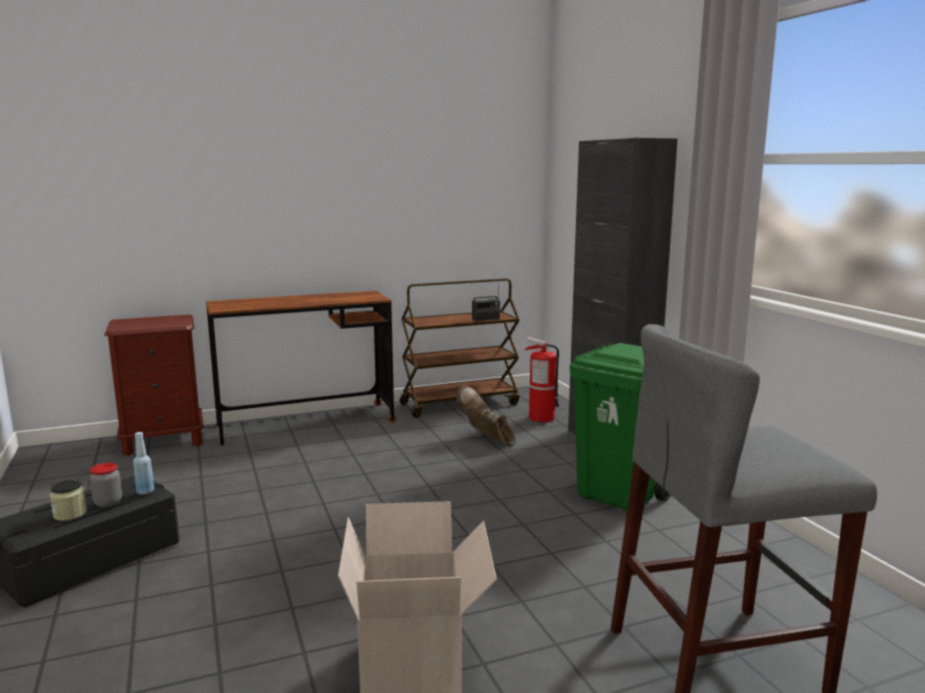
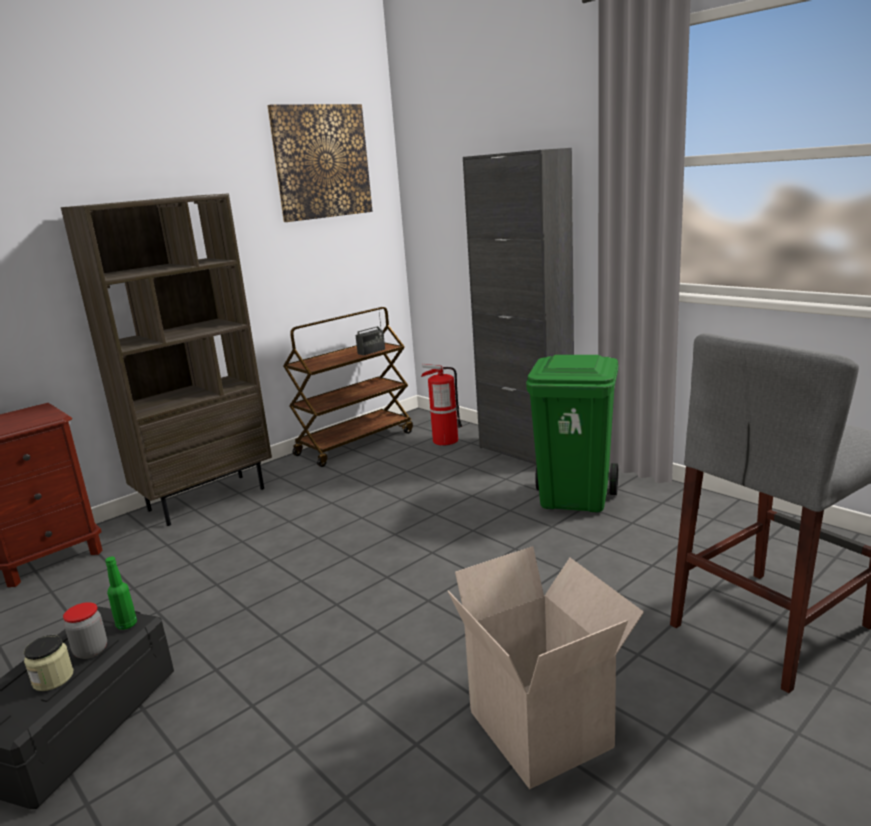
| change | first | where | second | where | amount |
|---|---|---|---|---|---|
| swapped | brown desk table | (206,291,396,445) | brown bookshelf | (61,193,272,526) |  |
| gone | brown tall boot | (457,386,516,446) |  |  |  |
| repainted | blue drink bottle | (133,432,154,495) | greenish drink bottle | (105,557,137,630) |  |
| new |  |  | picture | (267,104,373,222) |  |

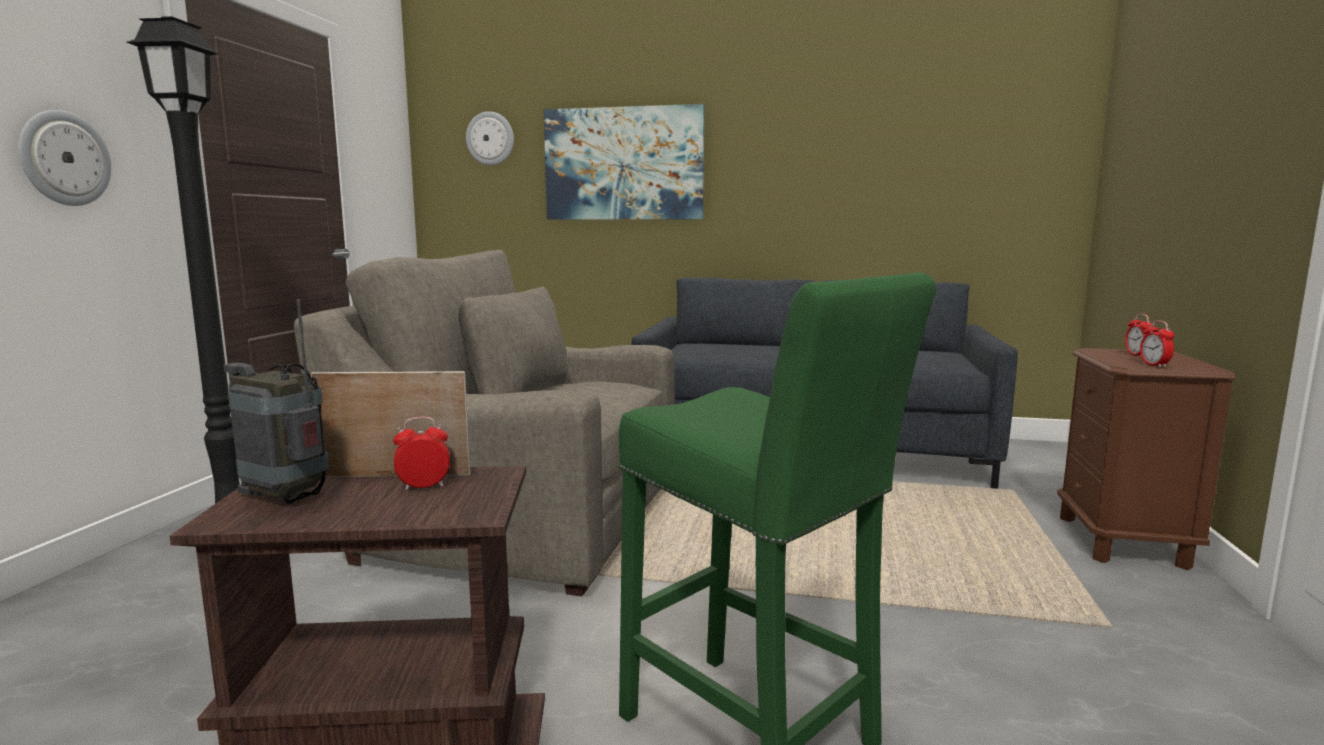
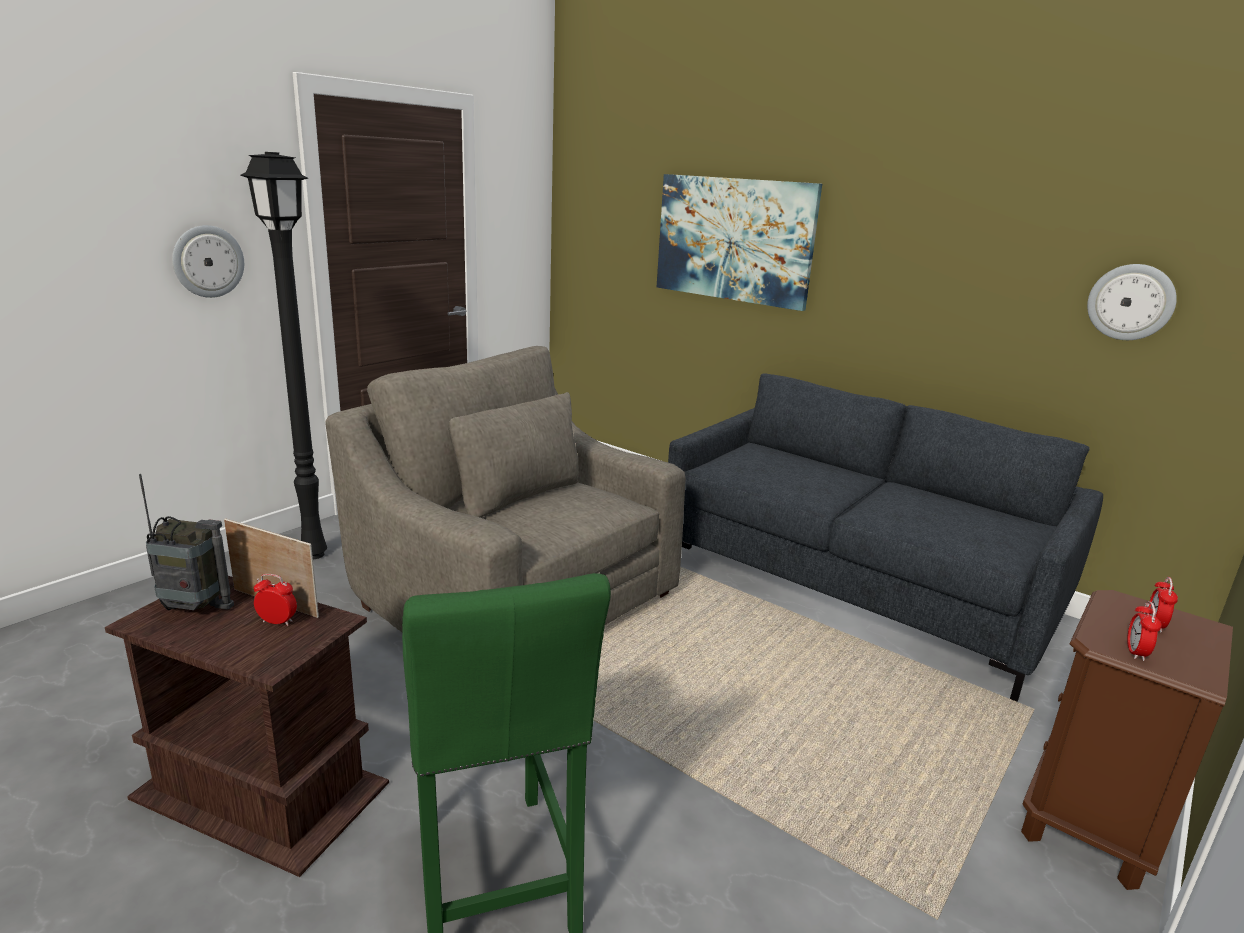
| change | first | where | second | where | amount |
|---|---|---|---|---|---|
| shifted | hanging clock | (466,111,514,165) |  | (1087,264,1177,340) |  |
| rotated | radio set | (223,299,329,504) |  | (139,474,234,610) | 135 degrees clockwise |

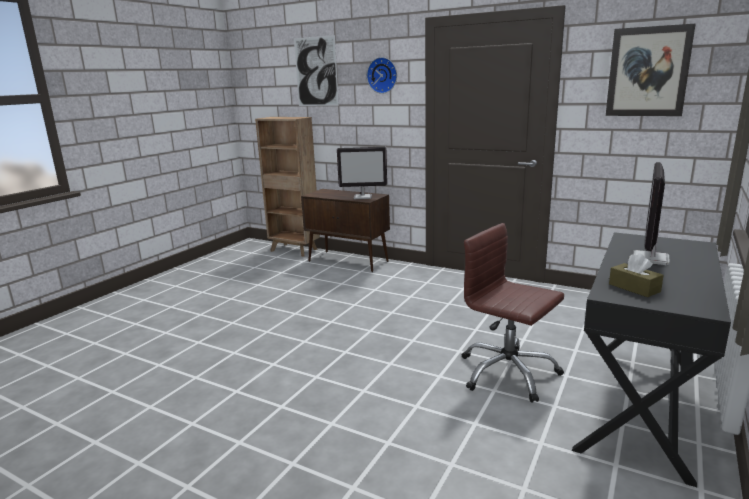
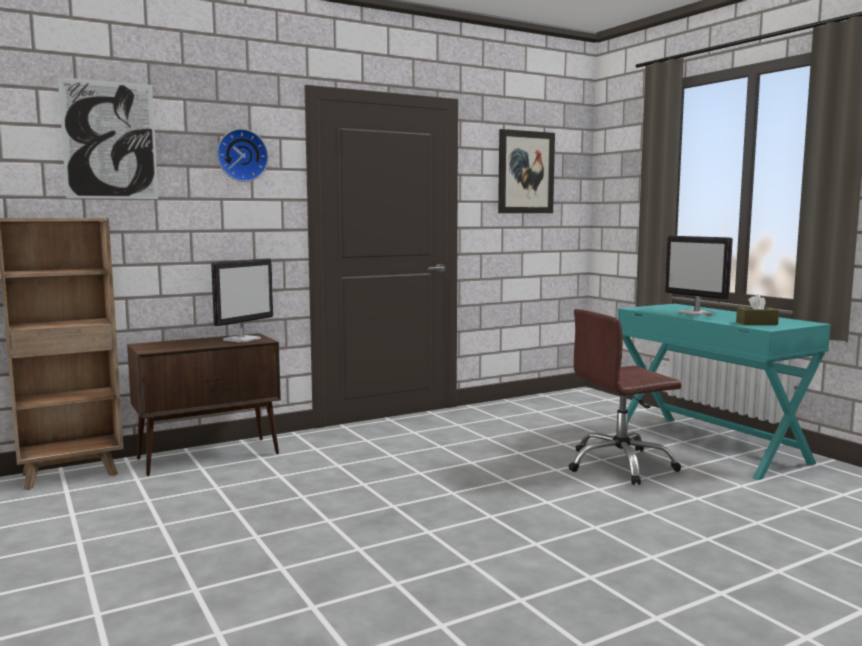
| change | first | where | second | where | amount |
|---|---|---|---|---|---|
| repainted | black desk table | (572,232,731,487) | turquoise desk table | (615,304,831,480) |  |

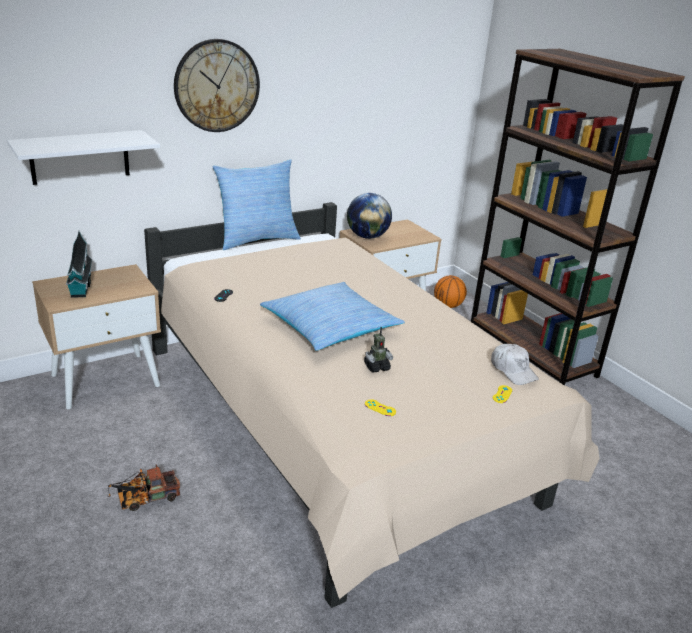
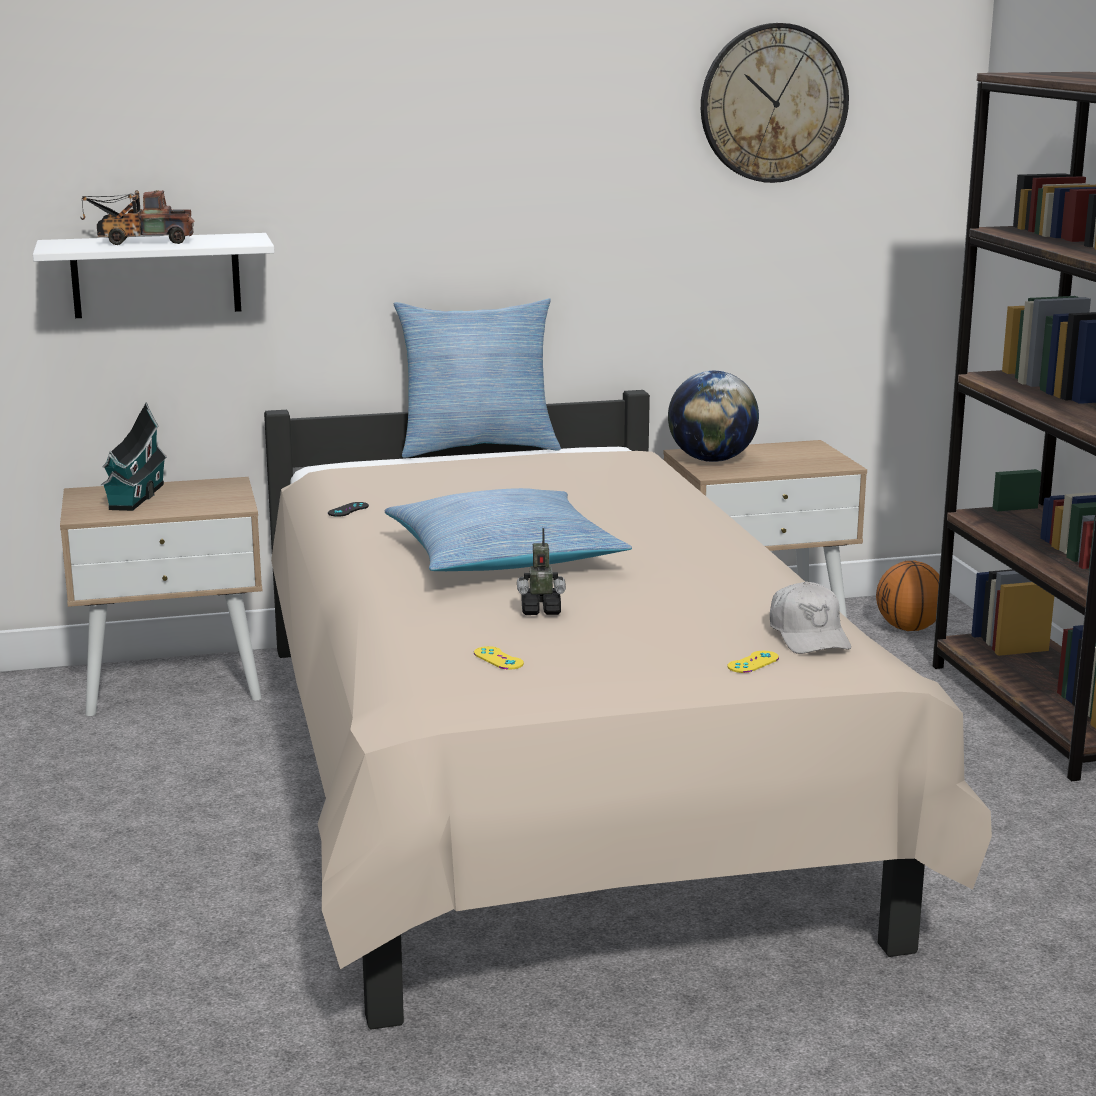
| change | first | where | second | where | amount |
|---|---|---|---|---|---|
| shifted | hanging clock | (174,39,260,132) |  | (701,23,849,183) |  |
| shifted | model truck | (108,465,180,511) |  | (81,190,195,245) |  |

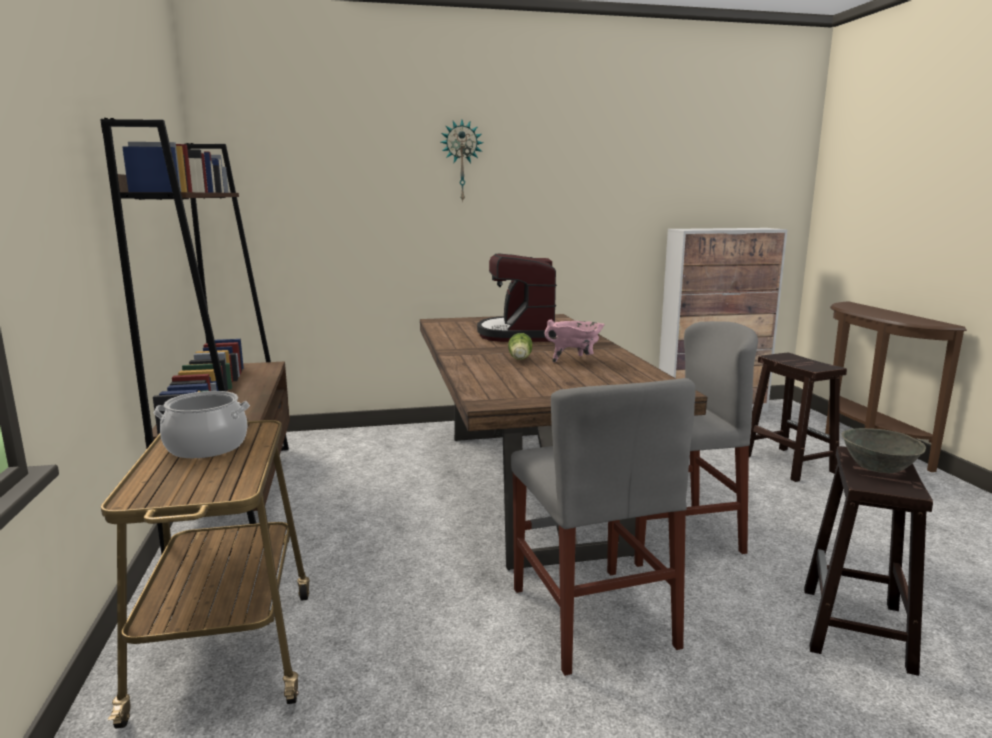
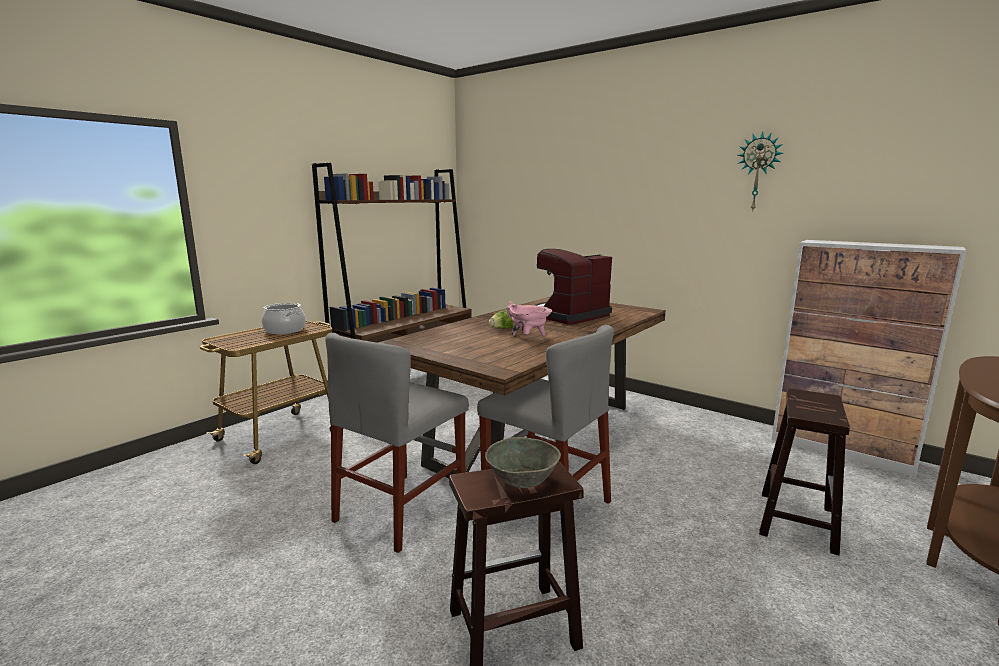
| change | first | where | second | where | amount |
|---|---|---|---|---|---|
| shifted | hanging clock | (441,120,483,203) |  | (738,131,783,210) |  |

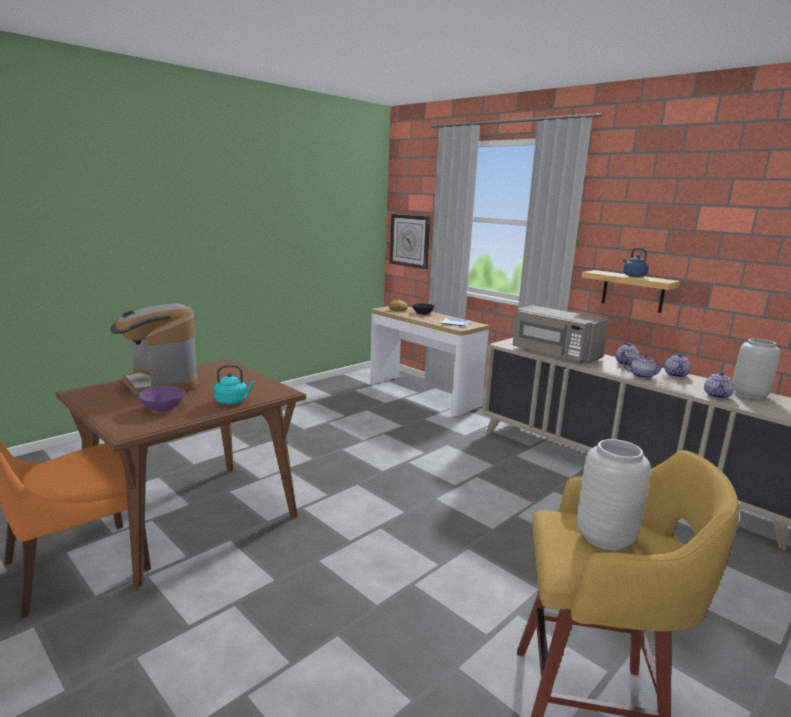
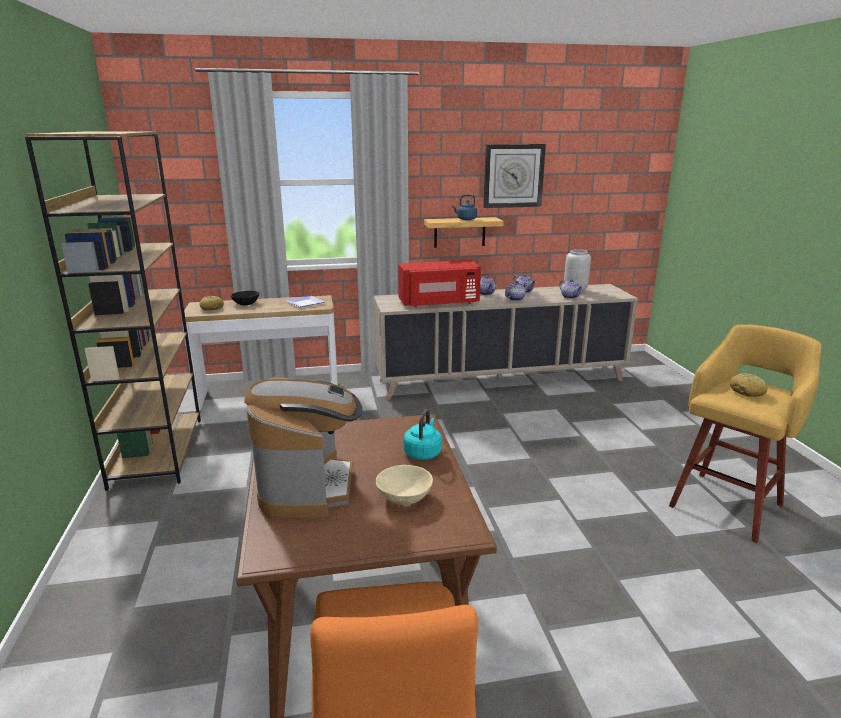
| change | first | where | second | where | amount |
|---|---|---|---|---|---|
| shifted | hanging clock | (390,214,430,269) |  | (483,144,546,208) |  |
| rotated | coffee machine | (110,304,198,395) |  | (244,377,362,518) | 90 degrees counterclockwise |
| repainted | grey kitchen microwave | (513,305,609,364) | red kitchen microwave | (398,260,481,307) |  |
| repainted | purple bowl | (138,386,185,411) | beige bowl | (376,465,433,505) |  |
| swapped | grey decorative vase | (577,439,651,550) | baked bread | (730,373,767,397) |  |
| new |  |  | brown bookshelf | (25,131,201,491) |  |

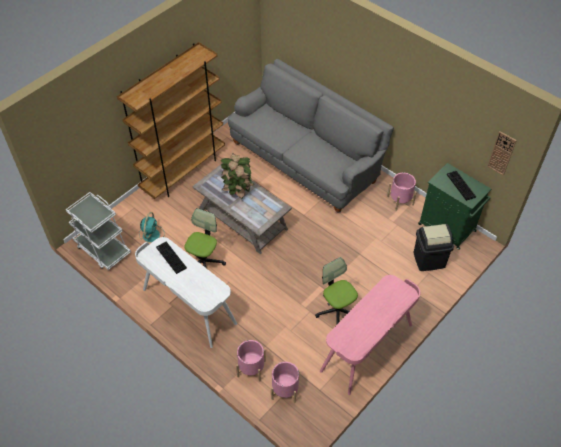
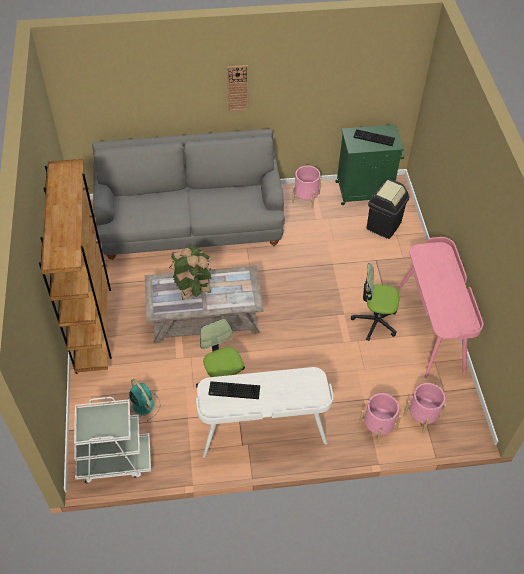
| change | first | where | second | where | amount |
|---|---|---|---|---|---|
| shifted | hanging clock | (487,131,517,176) |  | (227,65,248,111) |  |

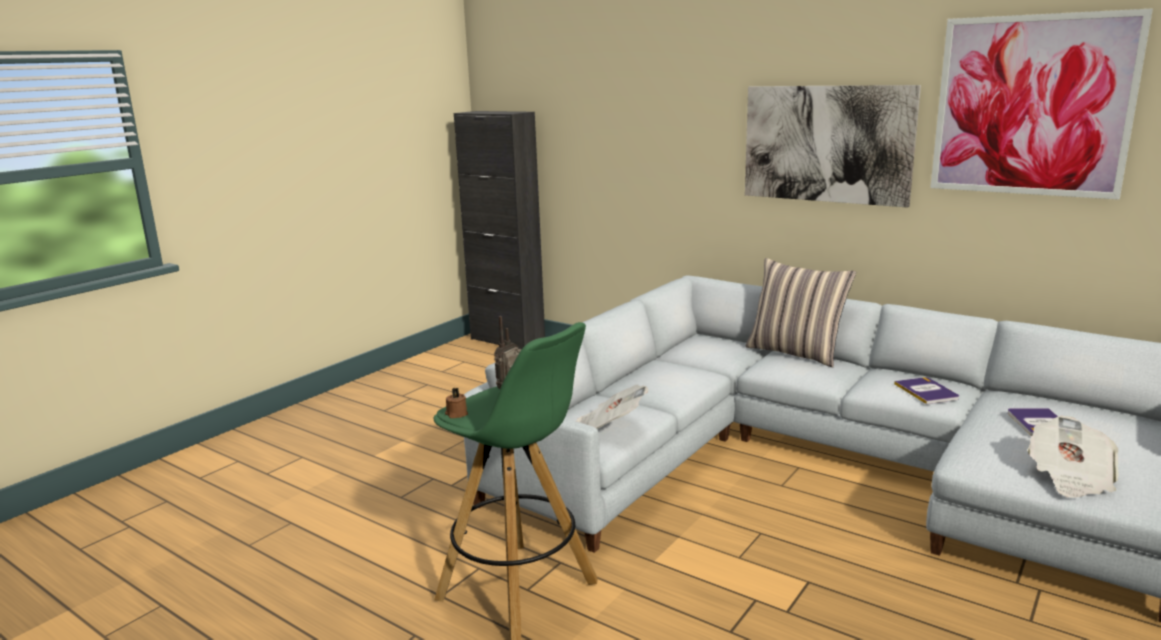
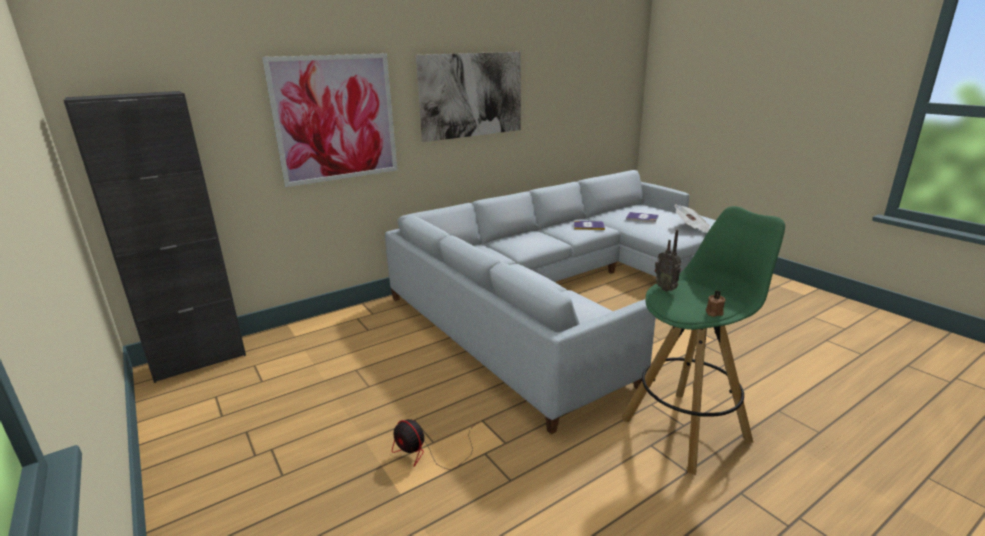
| change | first | where | second | where | amount |
|---|---|---|---|---|---|
| shifted | picture | (930,8,1153,200) |  | (262,53,397,187) |  |
| gone | cushion | (746,258,856,367) |  |  |  |
| gone | printed paper | (576,384,648,429) |  |  |  |
| new |  |  | electric fan | (392,419,477,470) |  |

